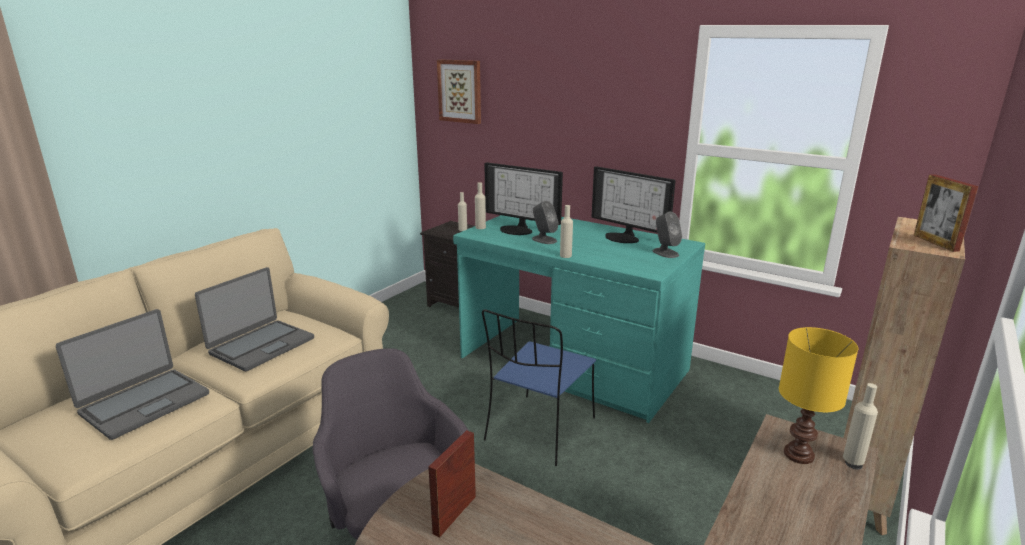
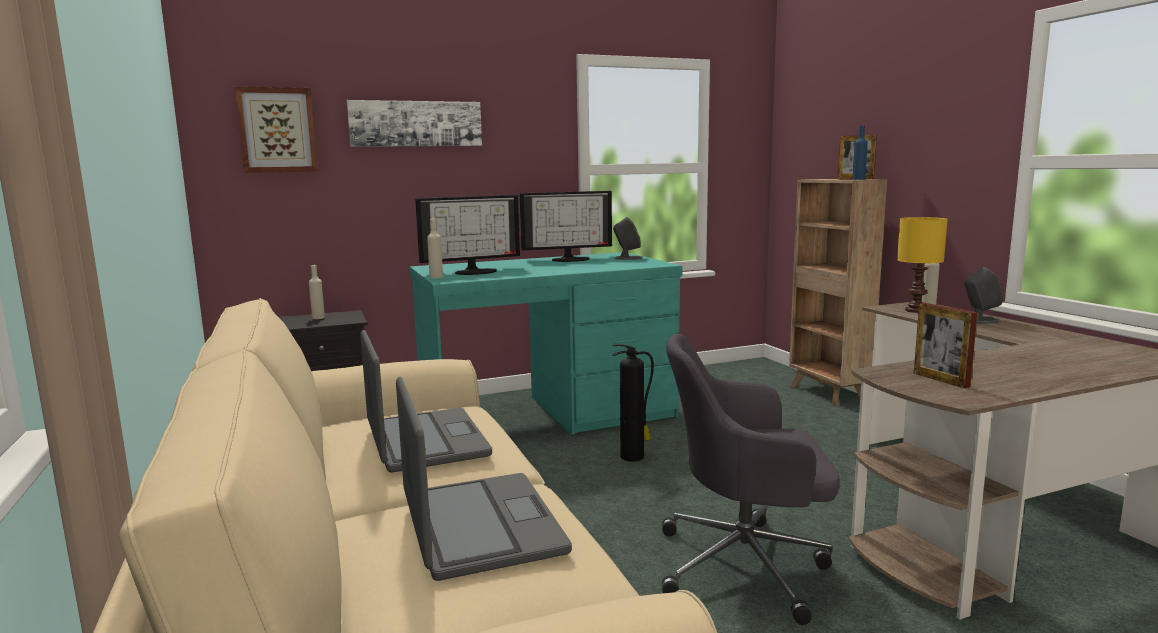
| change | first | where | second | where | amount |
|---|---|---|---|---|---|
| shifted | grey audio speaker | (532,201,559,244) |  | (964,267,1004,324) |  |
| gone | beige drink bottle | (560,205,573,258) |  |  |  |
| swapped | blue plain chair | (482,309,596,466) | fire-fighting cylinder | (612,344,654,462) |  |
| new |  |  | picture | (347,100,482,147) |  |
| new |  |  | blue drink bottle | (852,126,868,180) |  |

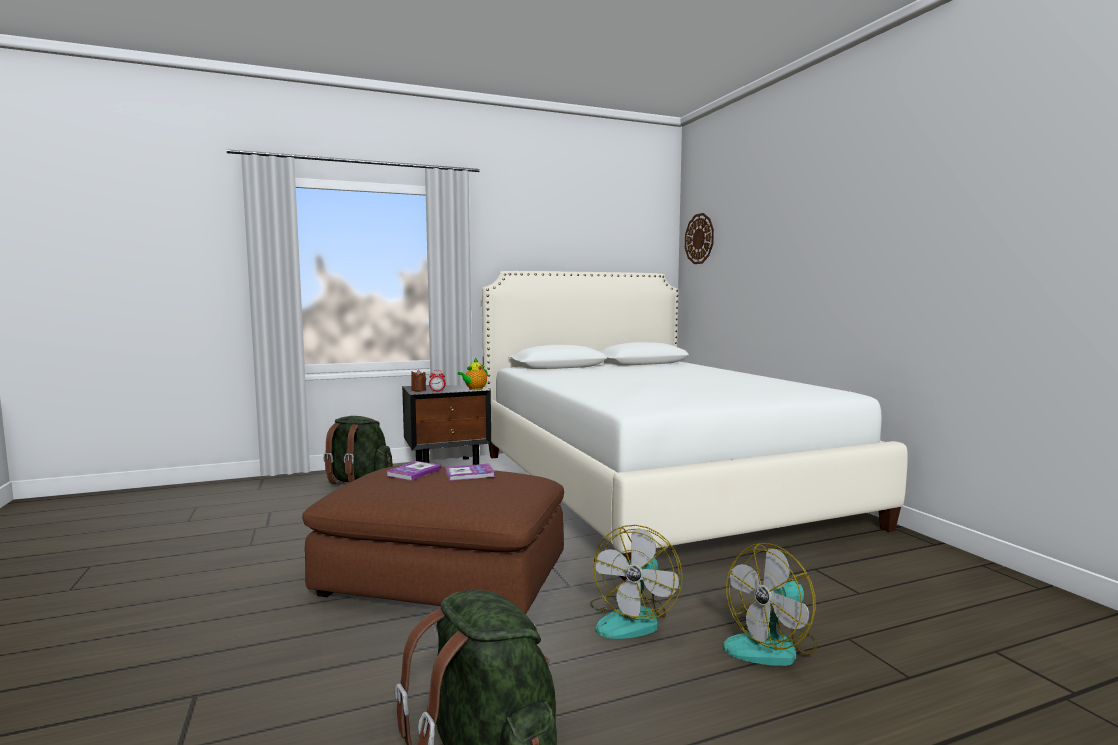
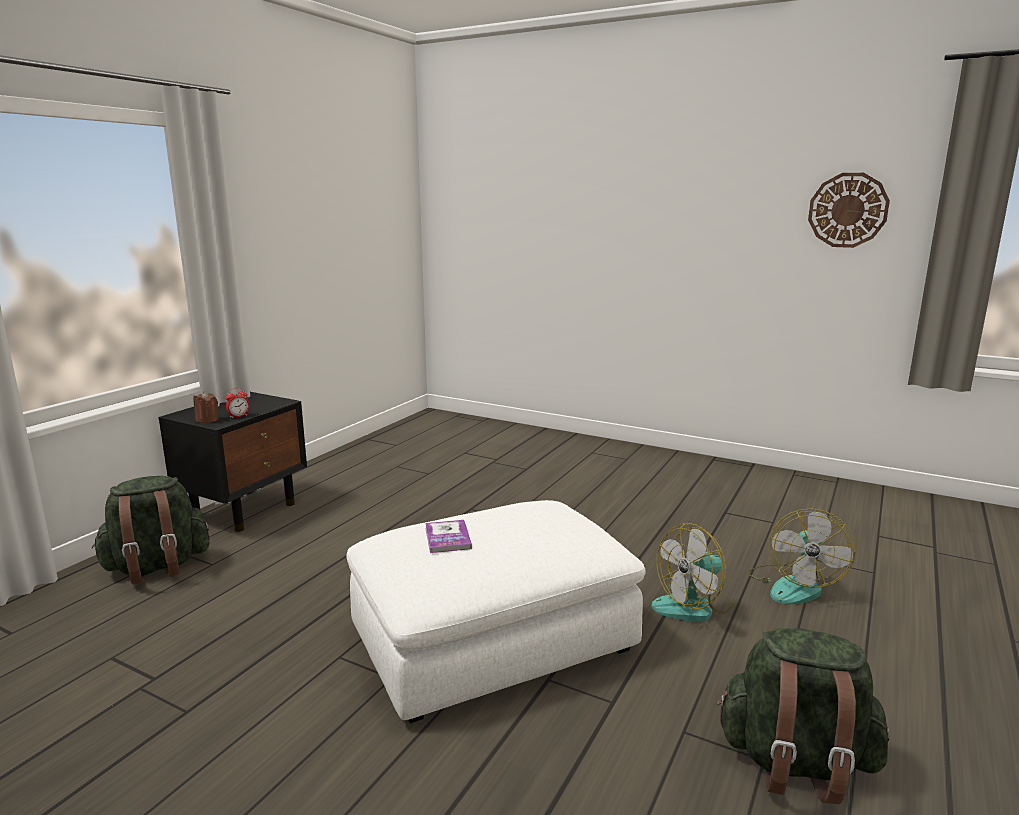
| change | first | where | second | where | amount |
|---|---|---|---|---|---|
| shifted | hanging clock | (685,213,714,264) |  | (808,173,890,248) |  |
| gone | whitish bedroom bed | (482,271,908,581) |  |  |  |
| gone | tea pot | (457,358,488,390) |  |  |  |
| gone | volume | (445,464,495,481) |  |  |  |
| repainted | brown footrest | (302,466,564,614) | whitish footrest | (346,500,646,723) |  |
| rotated | electric fan | (590,525,683,639) |  | (652,523,733,622) | 75 degrees clockwise |

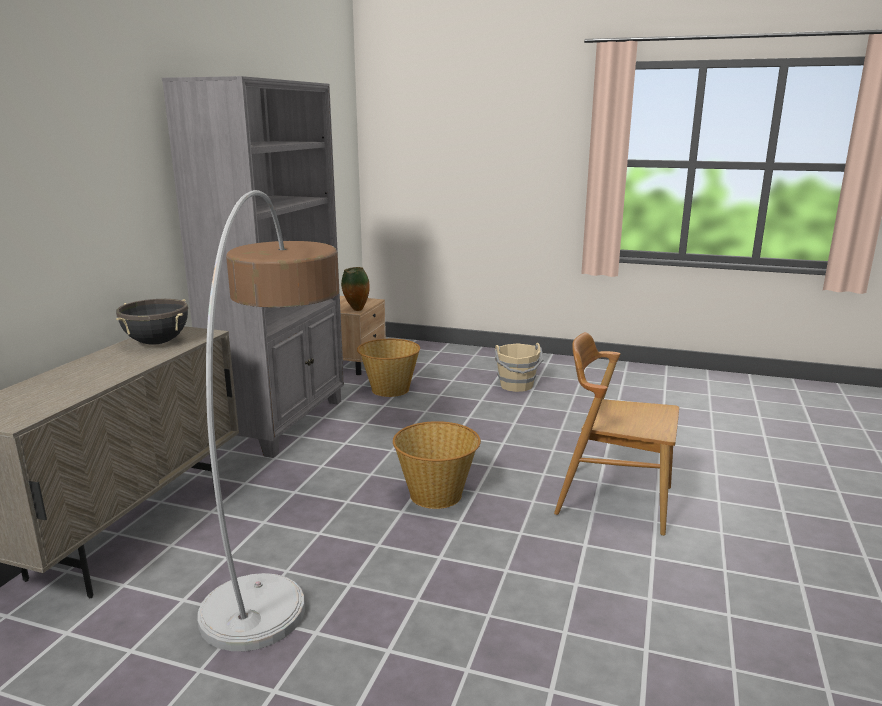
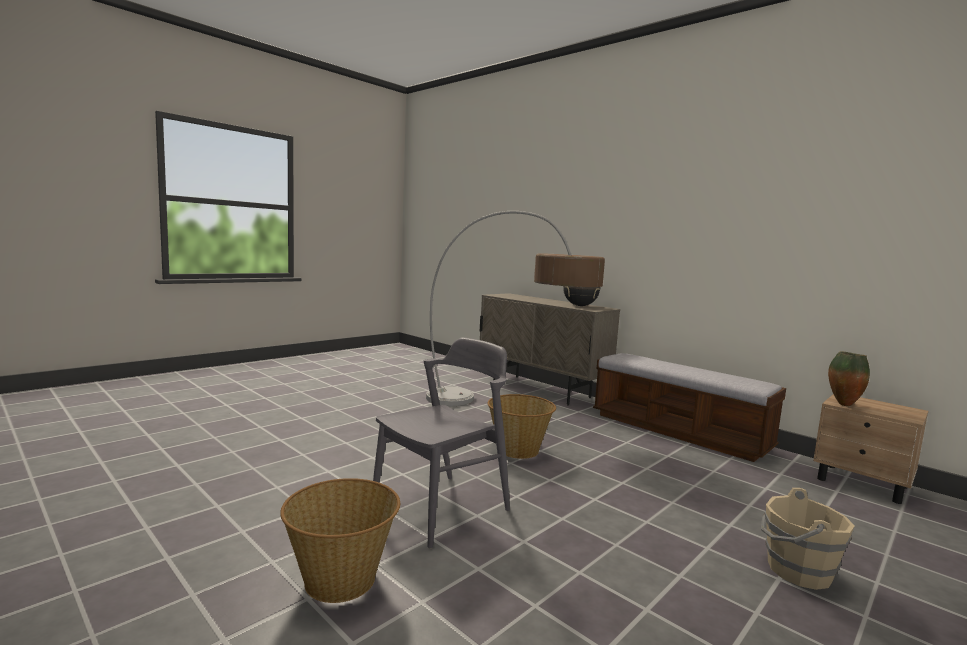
| change | first | where | second | where | amount |
|---|---|---|---|---|---|
| swapped | grey bookshelf | (162,76,344,458) | long seat | (593,353,786,462) |  |
| repainted | brown plain chair | (554,332,679,536) | grey plain chair | (373,337,510,549) |  |
| shifted | basket | (357,339,420,397) |  | (280,478,400,603) |  |

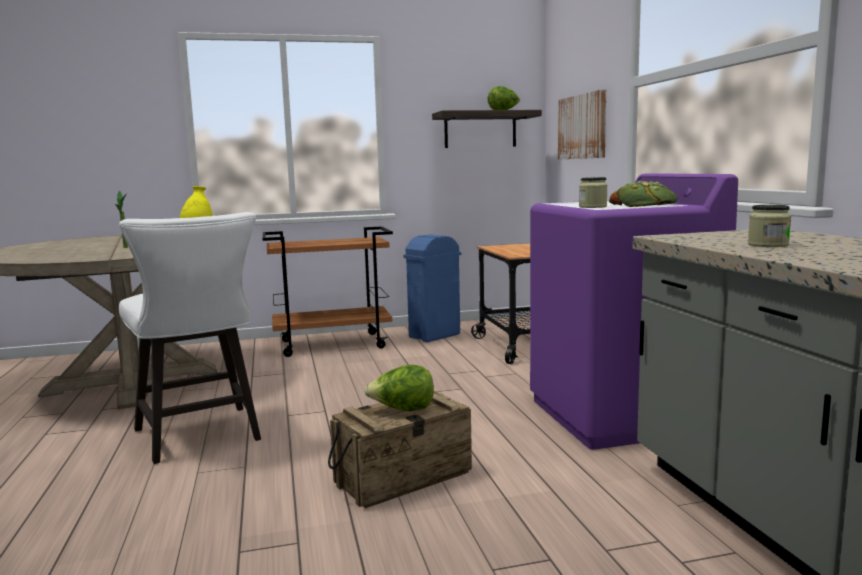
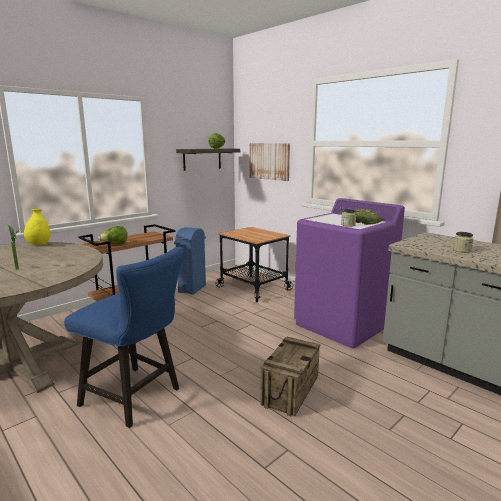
| change | first | where | second | where | amount |
|---|---|---|---|---|---|
| repainted | whitish plain chair | (119,212,261,464) | blue plain chair | (64,247,185,428) |  |
| shifted | lettuce | (364,365,434,411) |  | (98,226,128,245) |  |

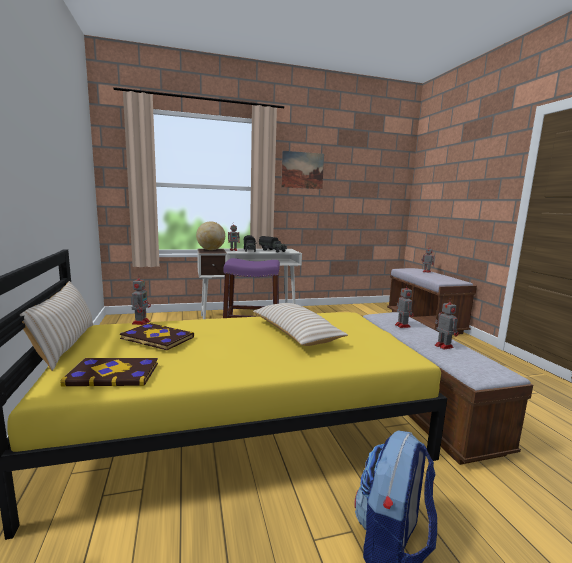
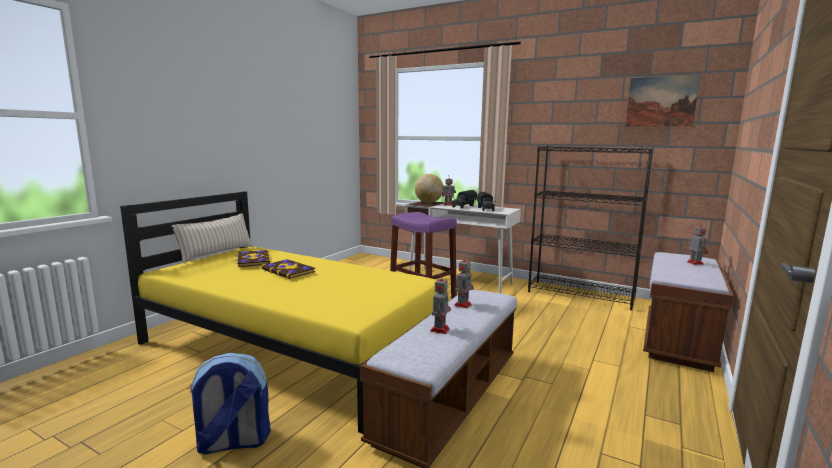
| change | first | where | second | where | amount |
|---|---|---|---|---|---|
| shifted | picture | (281,151,324,189) |  | (626,75,700,127) |  |
| gone | robot figure | (132,274,151,325) |  |  |  |
| gone | beige cushion | (253,303,348,346) |  |  |  |
| shifted | volume | (61,358,158,387) |  | (261,259,315,279) |  |
| new |  |  | black bookshelf | (528,146,654,310) |  |

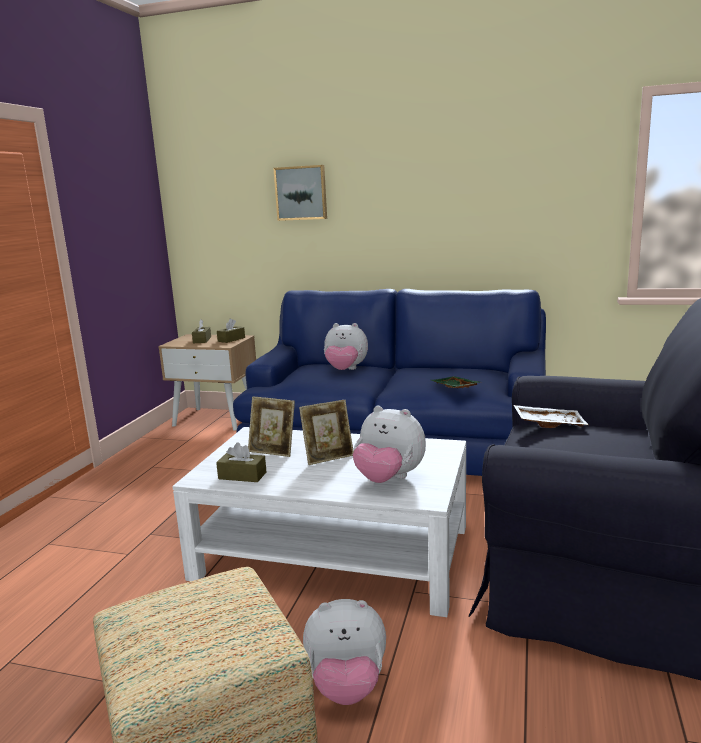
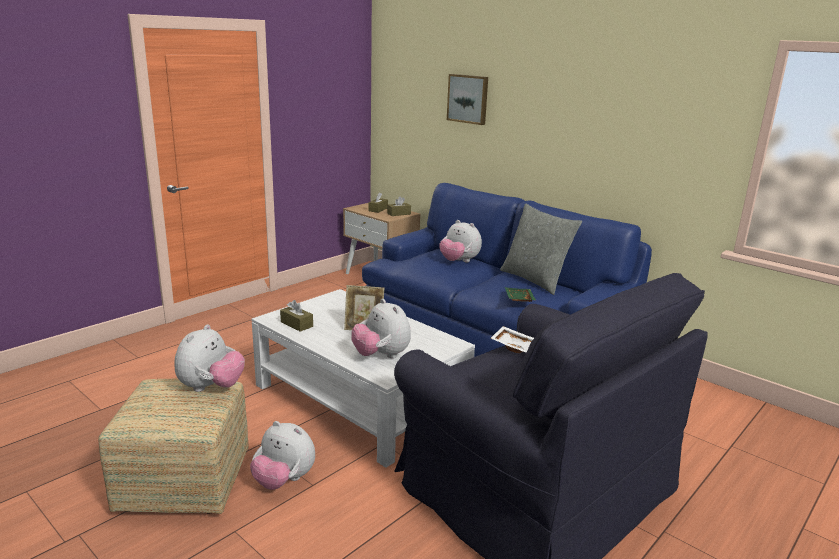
| change | first | where | second | where | amount |
|---|---|---|---|---|---|
| gone | picture frame | (248,396,295,457) |  |  |  |
| new |  |  | grey cushion | (500,203,582,295) |  |
| new |  |  | soft toy | (174,324,245,392) |  |

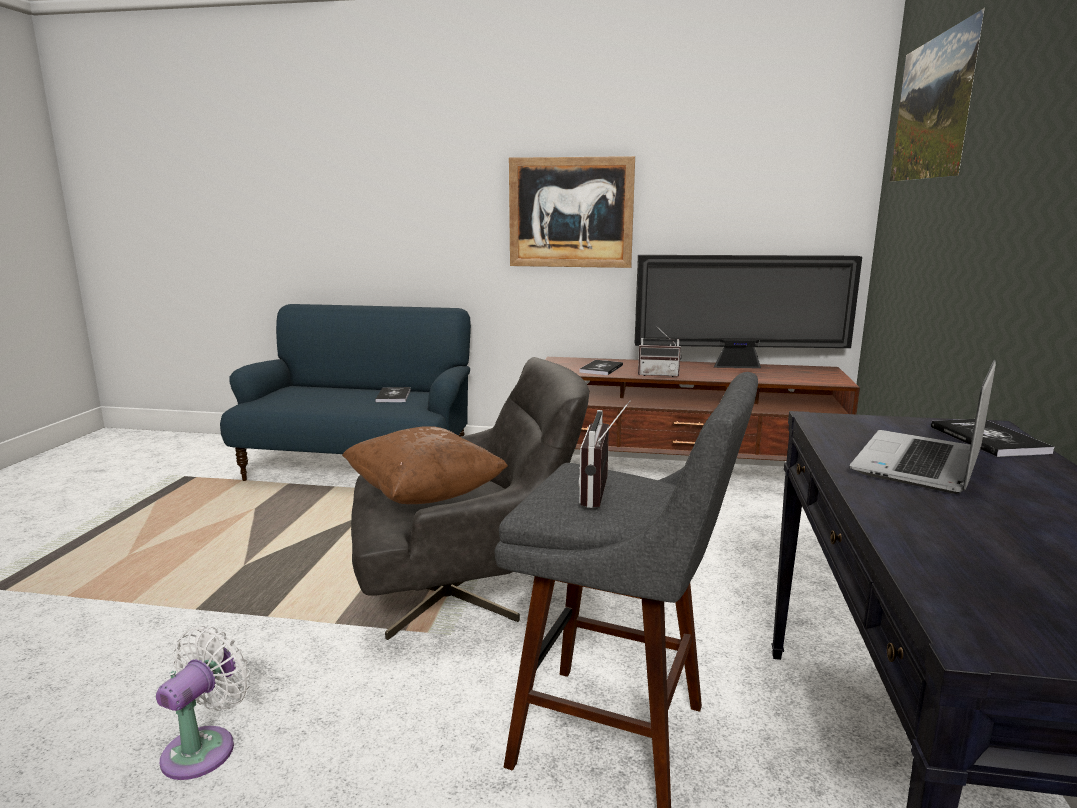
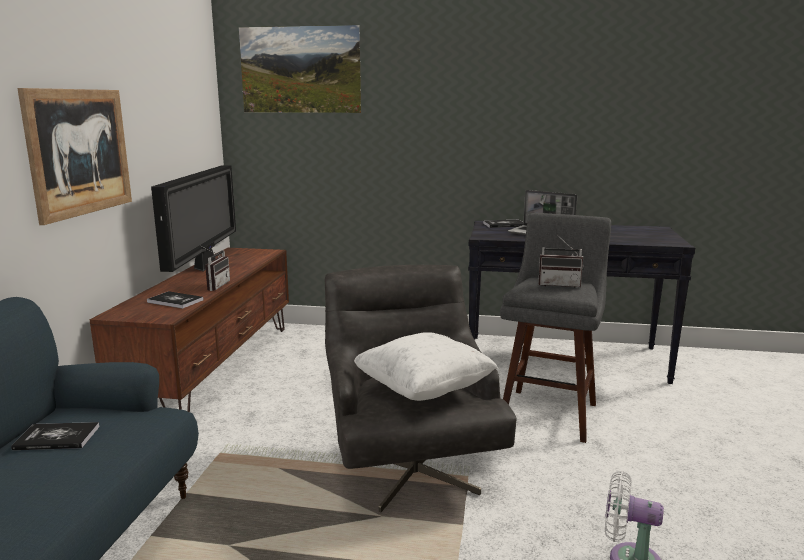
| change | first | where | second | where | amount |
|---|---|---|---|---|---|
| repainted | brown cushion | (342,426,508,504) | whitish cushion | (354,332,498,401) |  |

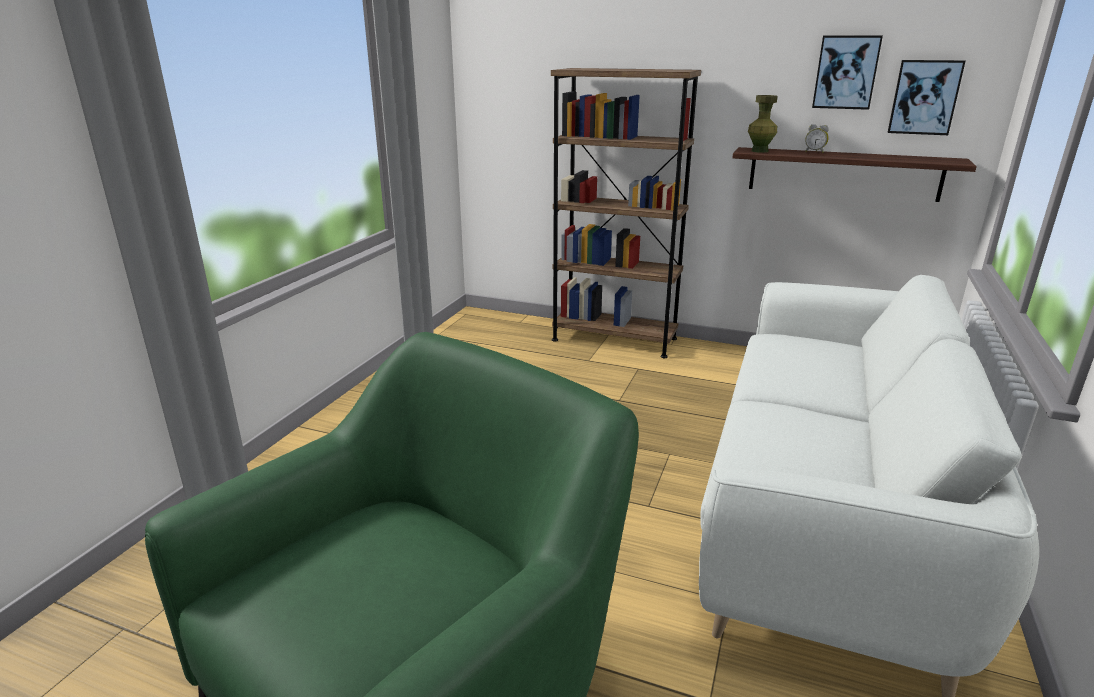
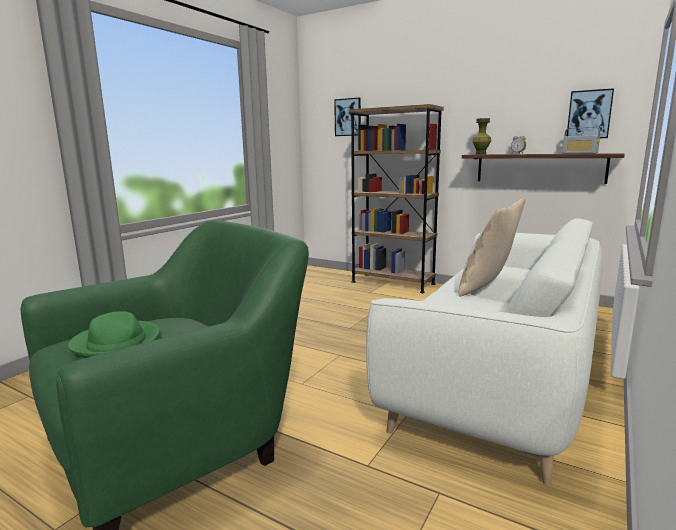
| change | first | where | second | where | amount |
|---|---|---|---|---|---|
| shifted | picture | (812,35,883,110) |  | (334,98,361,136) |  |
| new |  |  | radio set | (562,127,600,154) |  |
| new |  |  | beige cushion | (458,198,526,296) |  |
| new |  |  | greenish wearable hat | (68,311,160,358) |  |

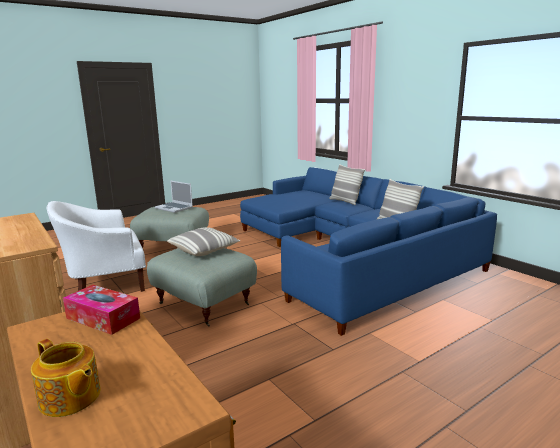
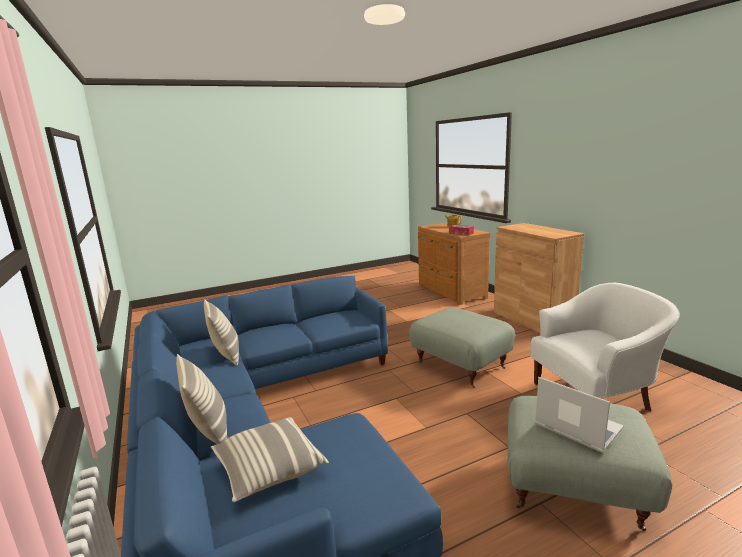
| change | first | where | second | where | amount |
|---|---|---|---|---|---|
| shifted | cushion | (167,227,241,256) |  | (211,417,329,502) |  |

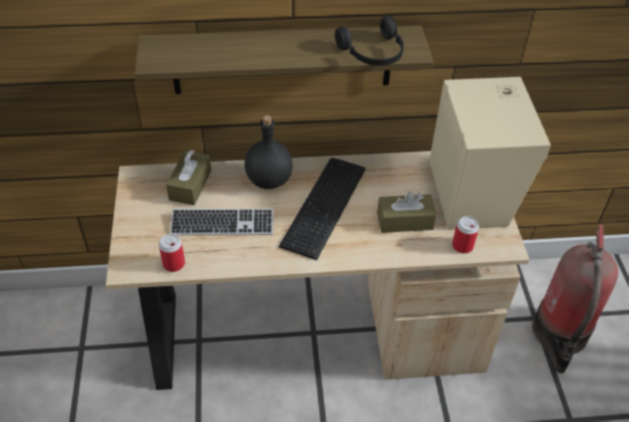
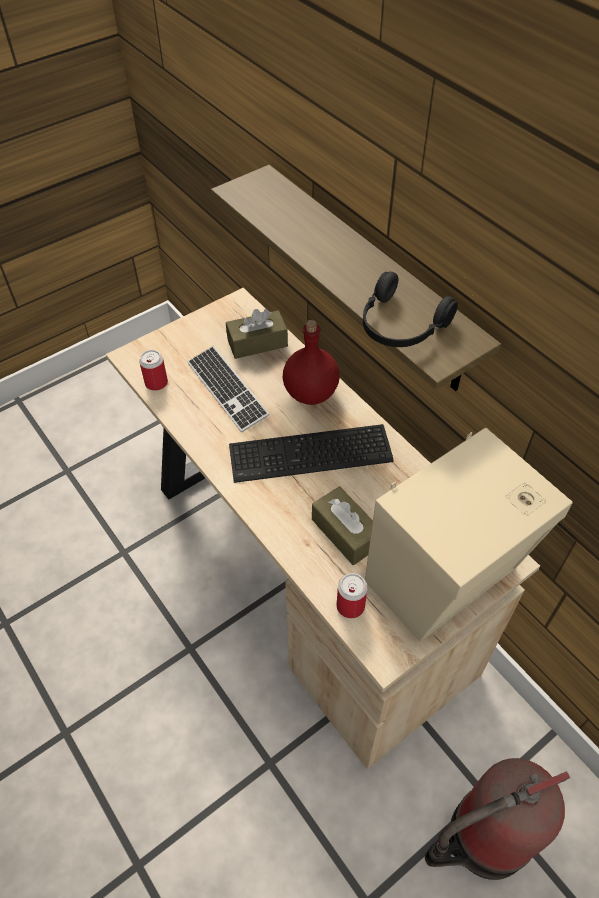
| change | first | where | second | where | amount |
|---|---|---|---|---|---|
| repainted | black drink bottle | (245,115,293,189) | red drink bottle | (283,320,340,405) |  |

